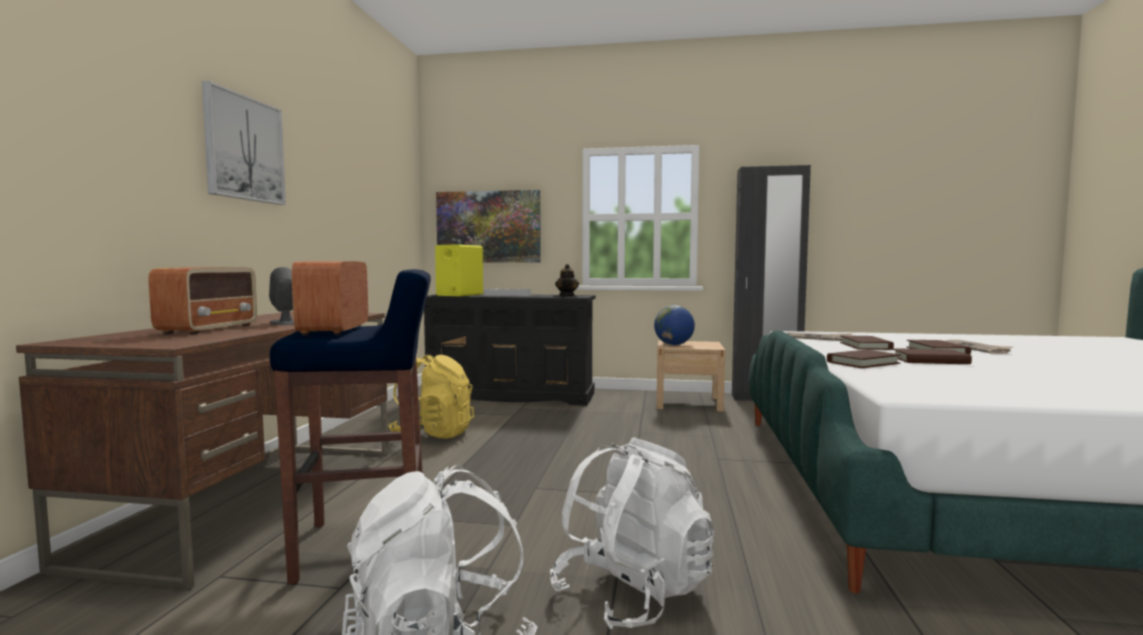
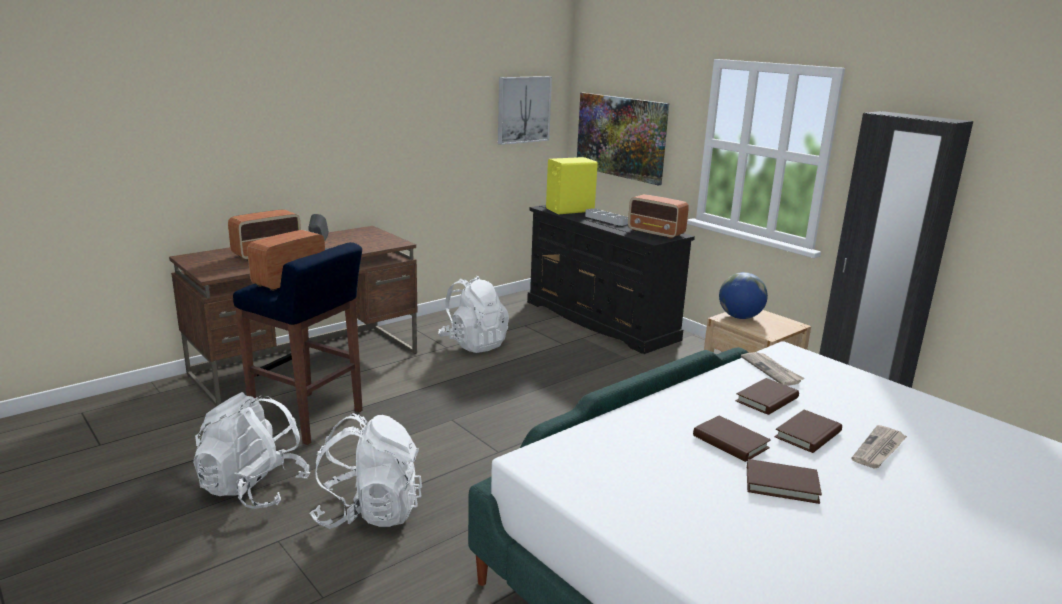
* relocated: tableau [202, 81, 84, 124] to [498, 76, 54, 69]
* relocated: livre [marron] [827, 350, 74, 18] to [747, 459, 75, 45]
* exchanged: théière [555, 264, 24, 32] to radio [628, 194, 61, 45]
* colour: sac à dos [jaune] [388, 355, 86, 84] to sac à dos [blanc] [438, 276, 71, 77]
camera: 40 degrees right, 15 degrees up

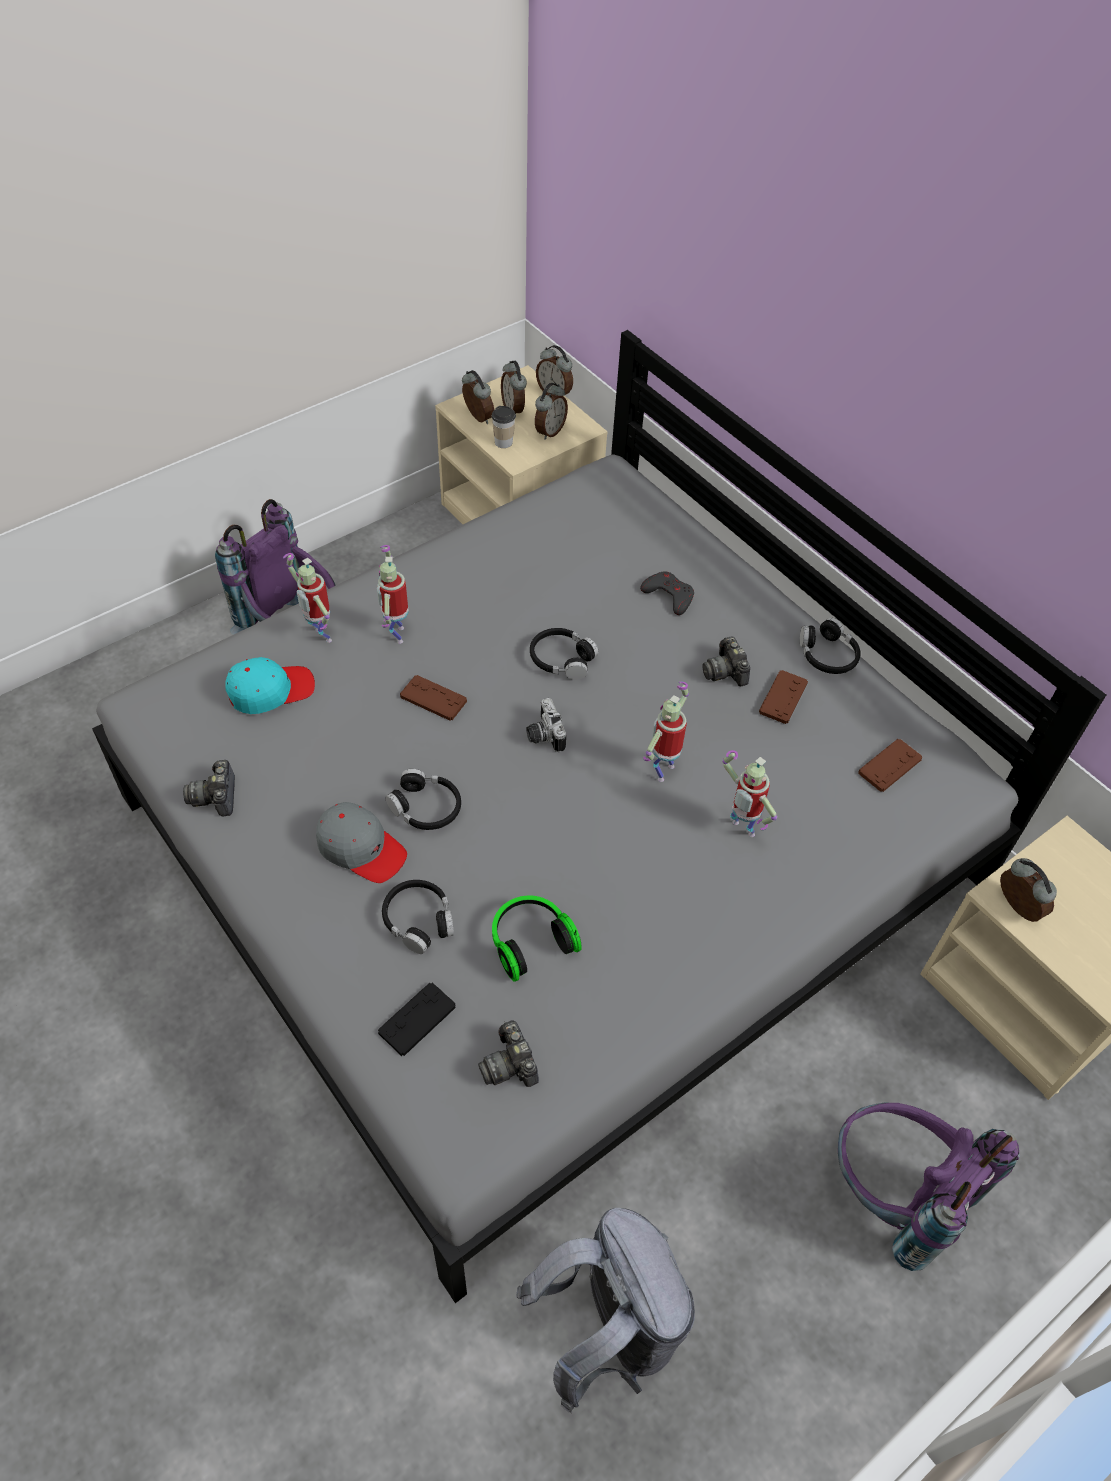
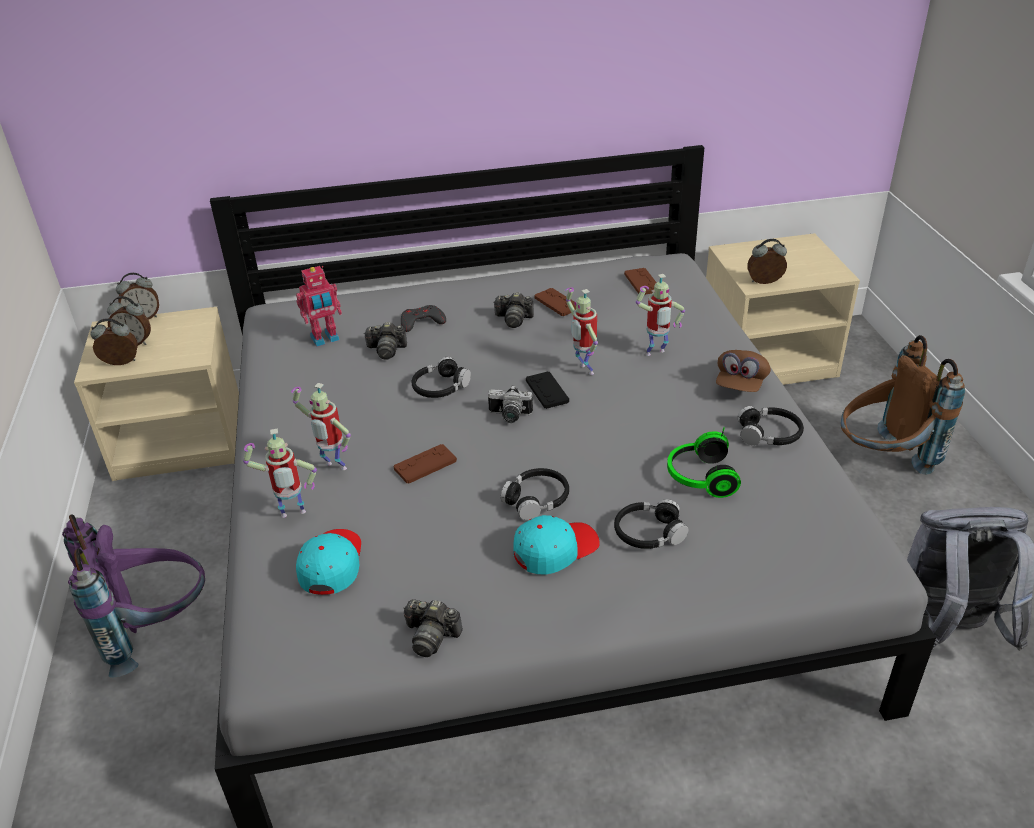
* missing: tasse [492, 406, 24, 42]
* missing: réveil [535, 383, 33, 57]
* appeared: robot jouet [296, 266, 46, 81]
* appeared: casquette [marron] [716, 350, 55, 42]
* relocated: manette [noir] [378, 982, 77, 74] to [526, 372, 43, 37]
* relocated: appareil photo [478, 1020, 61, 67] to [364, 322, 43, 38]
* relocated: casque audio [noir] [800, 618, 61, 56] to [737, 406, 67, 39]
* colour: casquette [gris] [316, 802, 91, 81] to casquette [turquoise] [513, 515, 87, 59]
* colour: sac à dos [violet] [838, 1103, 182, 168] to sac à dos [marron] [841, 335, 124, 140]
camera: 60 degrees left, 15 degrees down

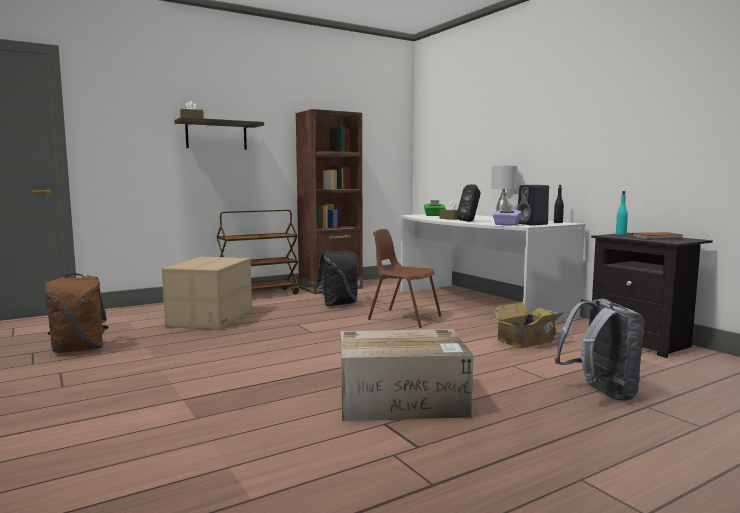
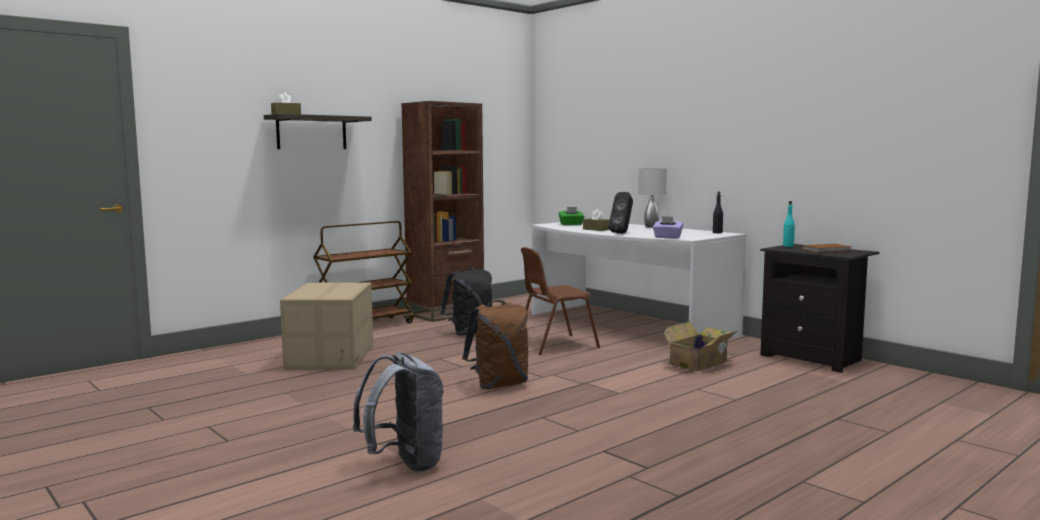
* missing: carton [341, 329, 132, 92]
* missing: enceinte [noir] [517, 185, 32, 40]
* relocated: sac à dos [marron] [45, 274, 64, 79] to [462, 300, 66, 89]
* relocated: sac à dos [gris] [555, 299, 90, 102] to [353, 352, 91, 120]
* spun: chaise [marron] [368, 229, 73, 99] = [521, 247, 79, 108] 45 degrees counterclockwise
camera: 10 degrees left, 0 degrees up

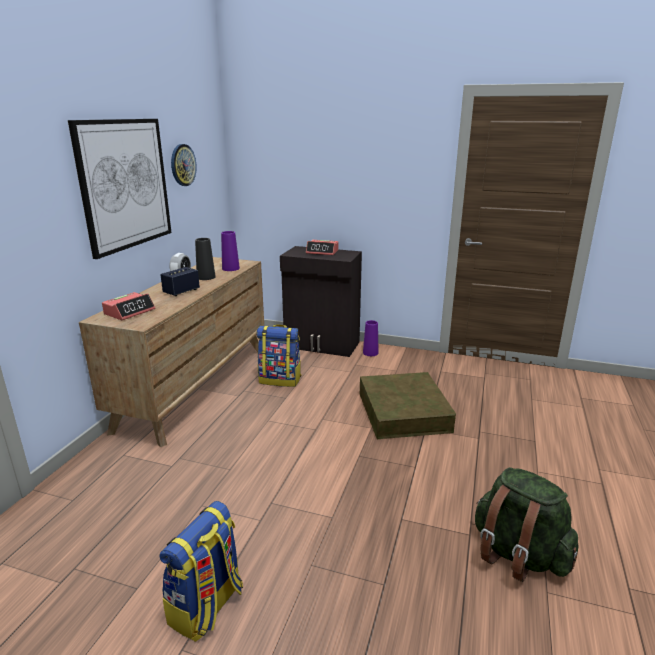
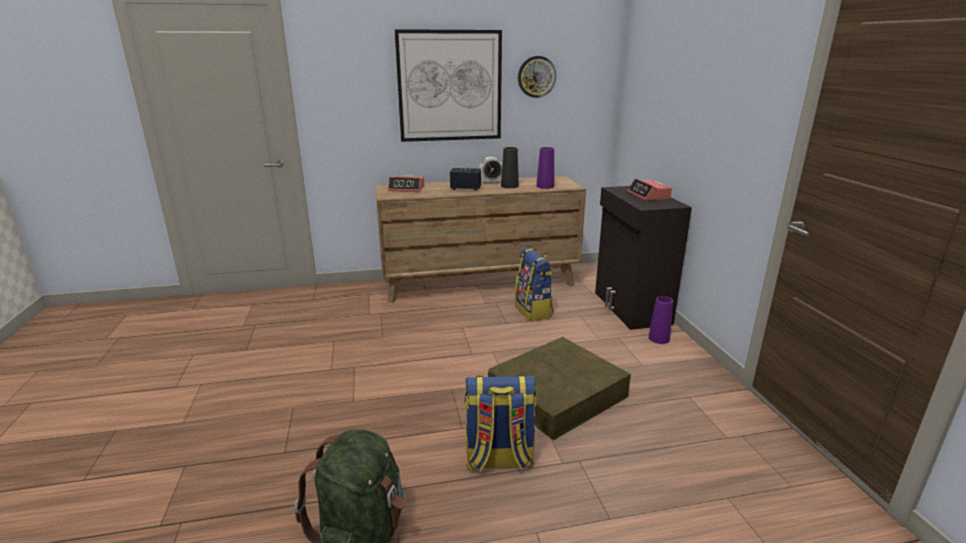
* relocated: sac à dos [159, 501, 84, 141] to [464, 375, 73, 96]
camera: 60 degrees right, 0 degrees up

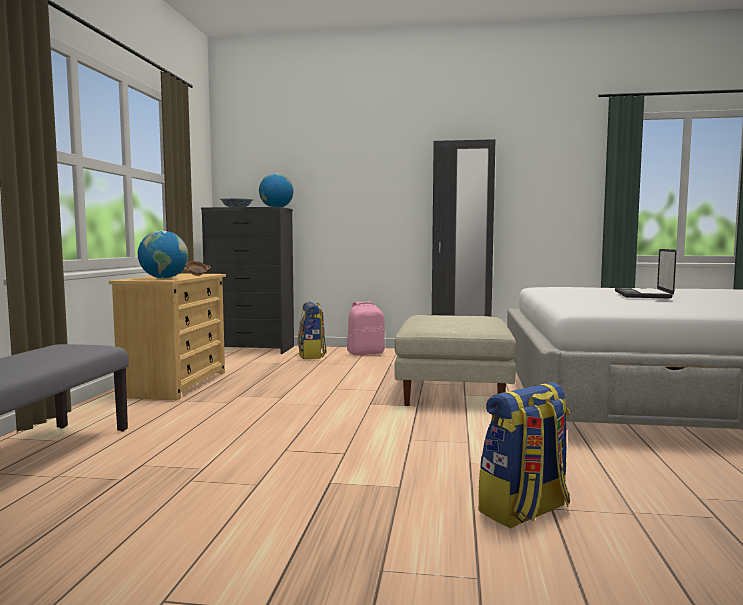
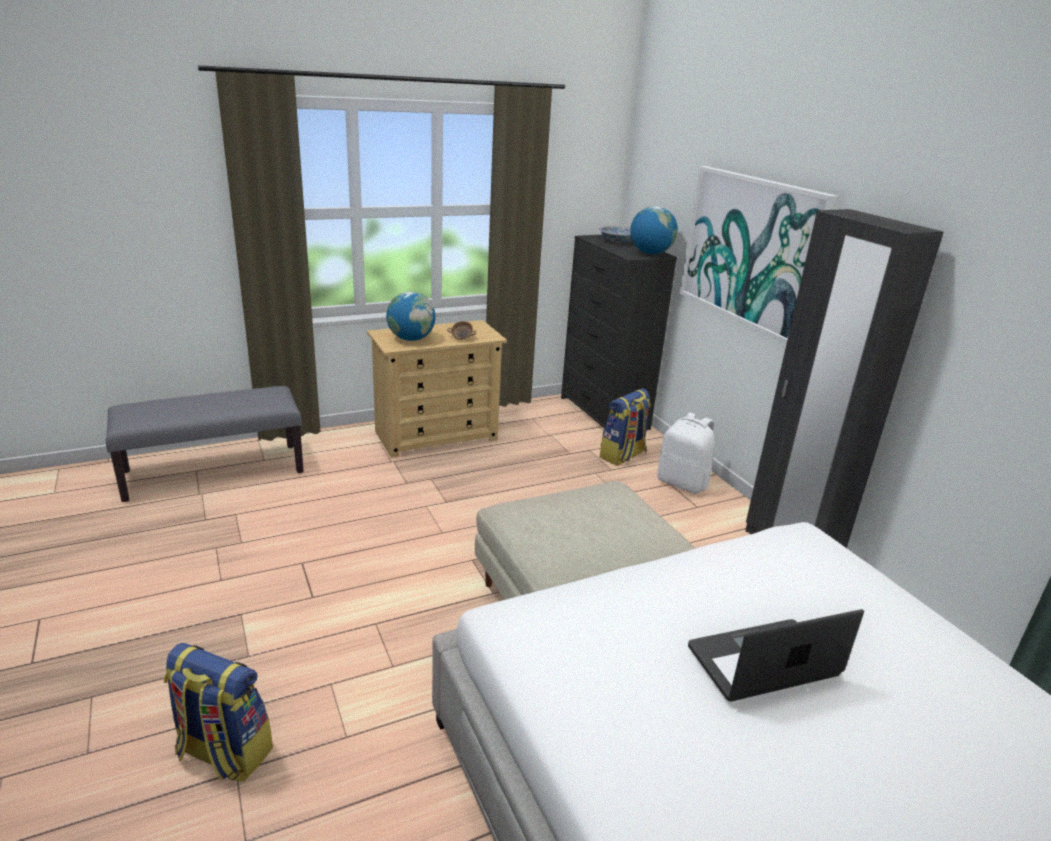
* appeared: tableau [680, 166, 159, 178]
* colour: sac à dos [rose] [347, 301, 38, 54] to sac à dos [blanc] [657, 412, 57, 82]
camera: 55 degrees right, 20 degrees up

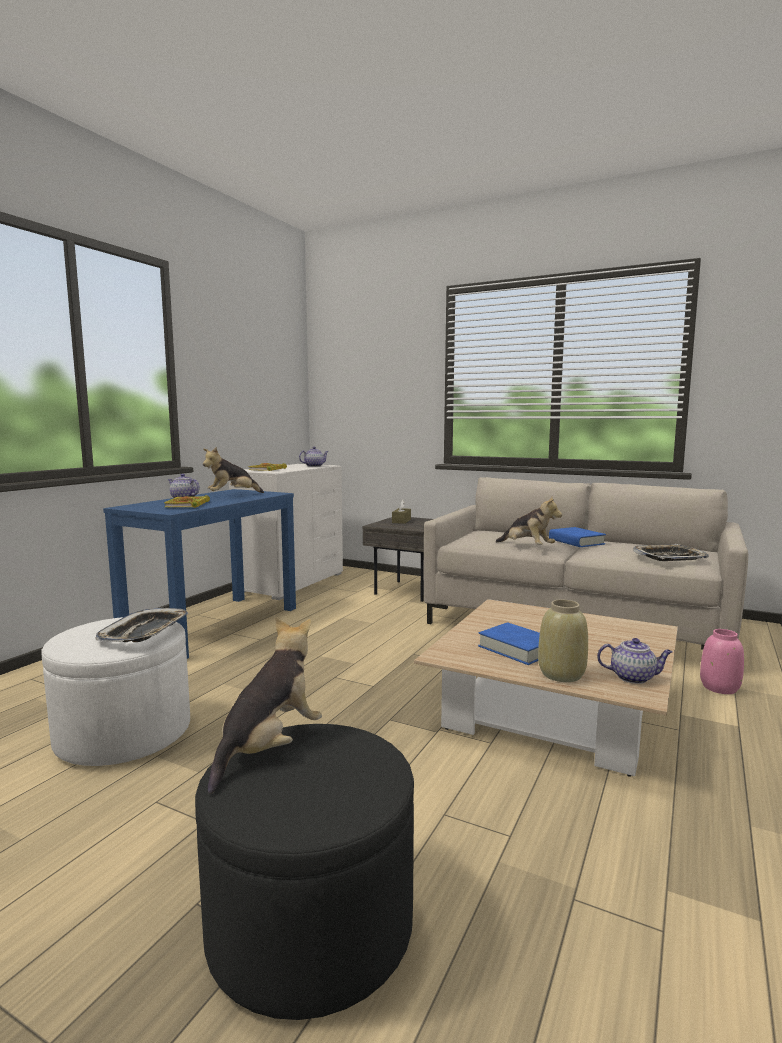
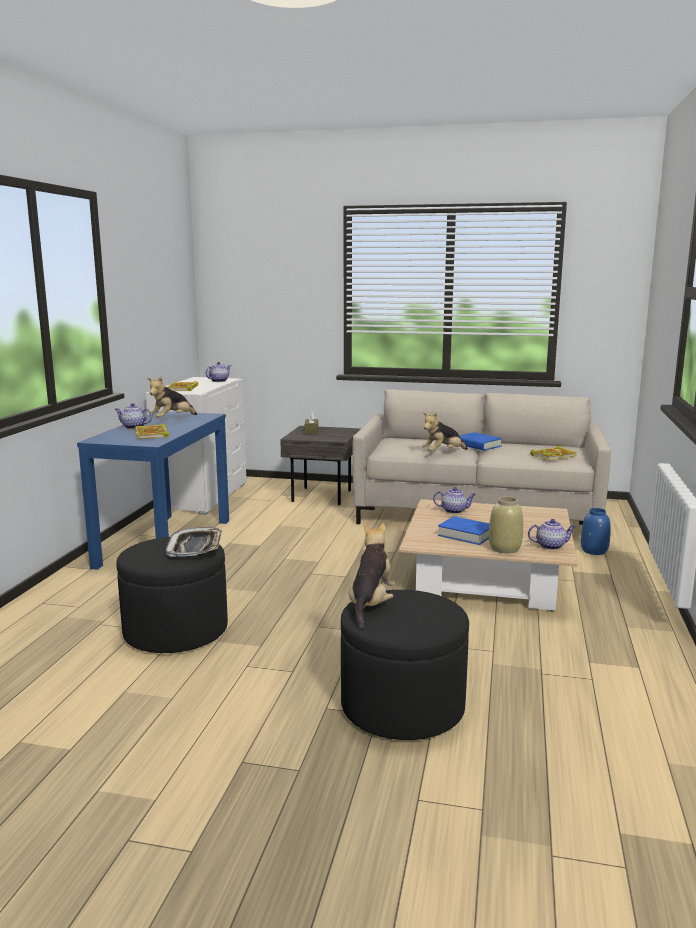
* appeared: théière [433, 487, 43, 27]
* exchanged: plateau [633, 544, 76, 17] to livre [530, 446, 47, 14]
* colour: pouf [blanc] [41, 617, 149, 149] to pouf [noir] [116, 537, 112, 116]
* colour: vase [rose] [700, 629, 44, 65] to vase [bleu] [581, 508, 30, 47]
* spun: peluche [496, 497, 66, 48] = [422, 412, 46, 39] 120 degrees clockwise
camera: 15 degrees left, 5 degrees up

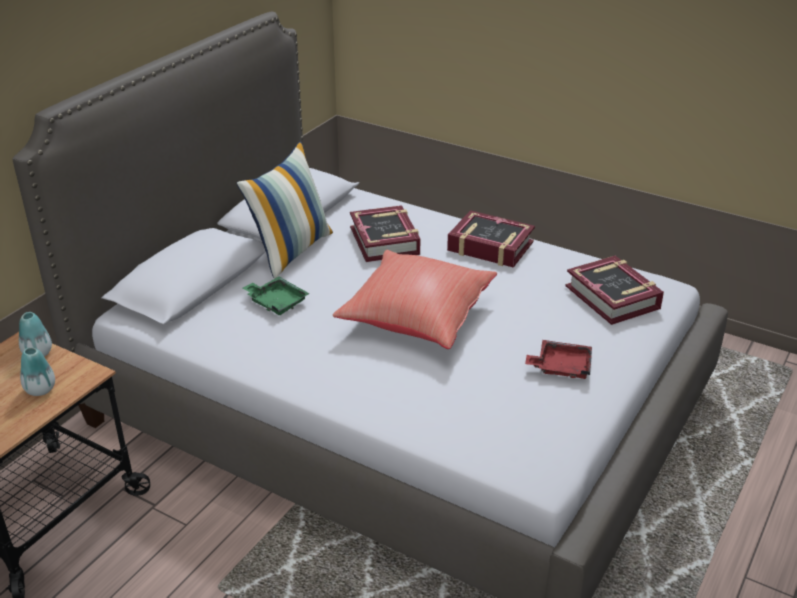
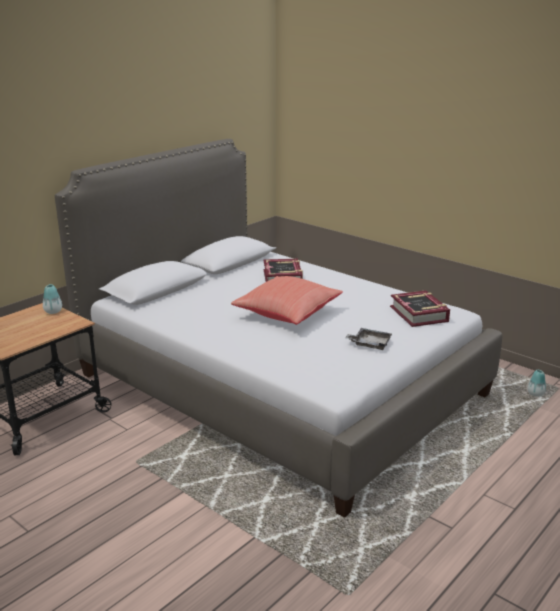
* missing: coussin [237, 142, 96, 137]
* missing: plateau [vert] [242, 276, 67, 39]
* missing: livre [447, 210, 88, 58]
* relocated: vase [20, 347, 35, 49] to [528, 370, 18, 27]
* colour: plateau [rouge] [525, 340, 67, 39] to plateau [gris] [345, 328, 47, 22]
camera: 10 degrees right, 10 degrees down

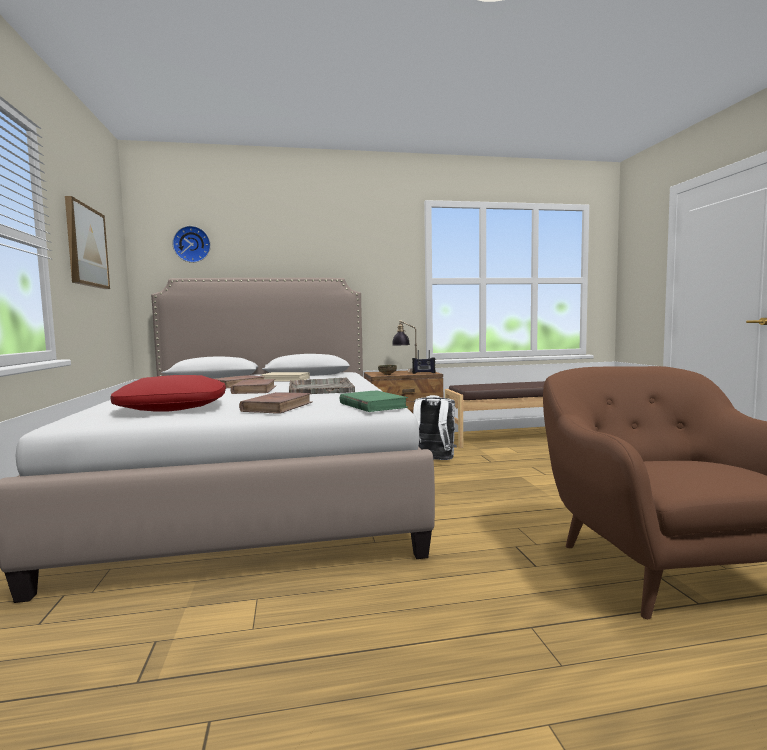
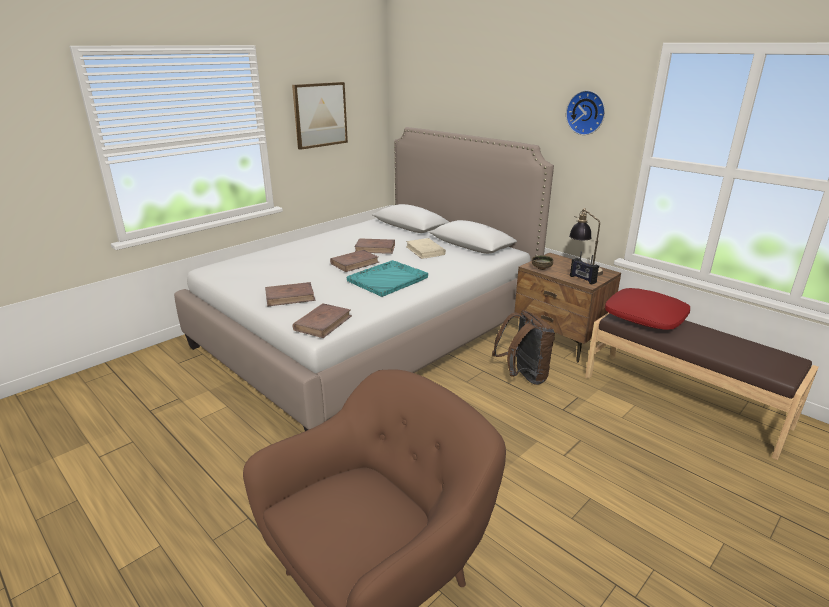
* relocated: coussin [rouge] [111, 375, 115, 37] to [605, 288, 85, 42]
* relocated: horloge murale [172, 226, 39, 37] to [566, 90, 39, 45]
* colour: plateau [gris] [289, 378, 66, 16] to plateau [turquoise] [347, 260, 81, 37]
* colour: livre [vert] [339, 391, 69, 21] to livre [marron] [293, 303, 59, 35]
* colour: sac à dos [blanc] [413, 395, 44, 65] to sac à dos [marron] [492, 310, 63, 75]
camera: 55 degrees right, 20 degrees up

